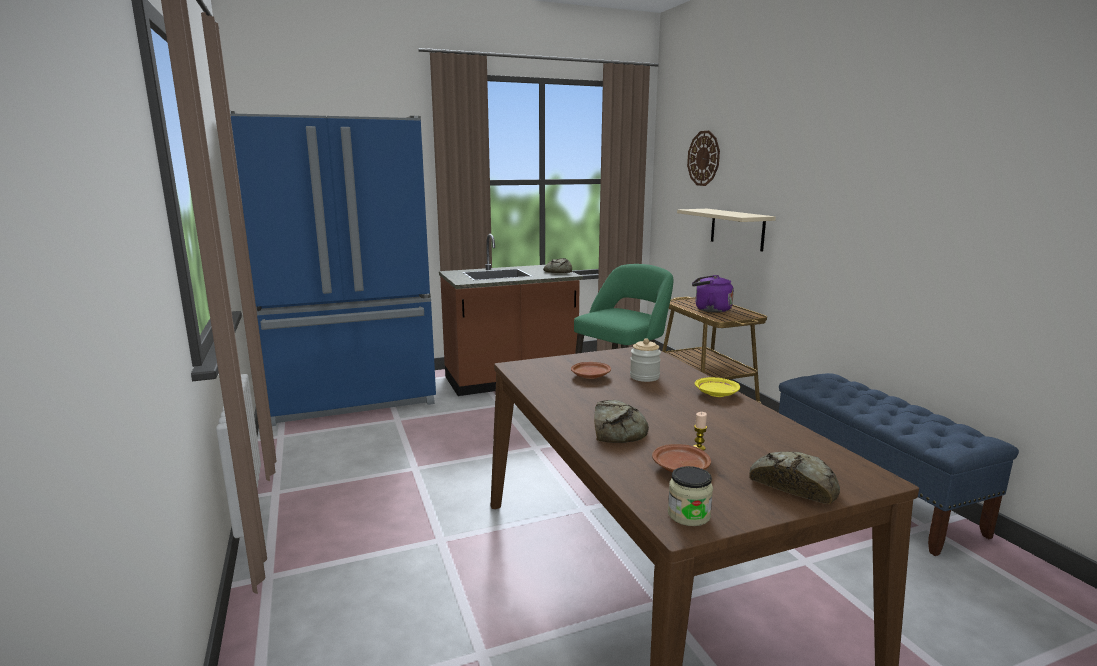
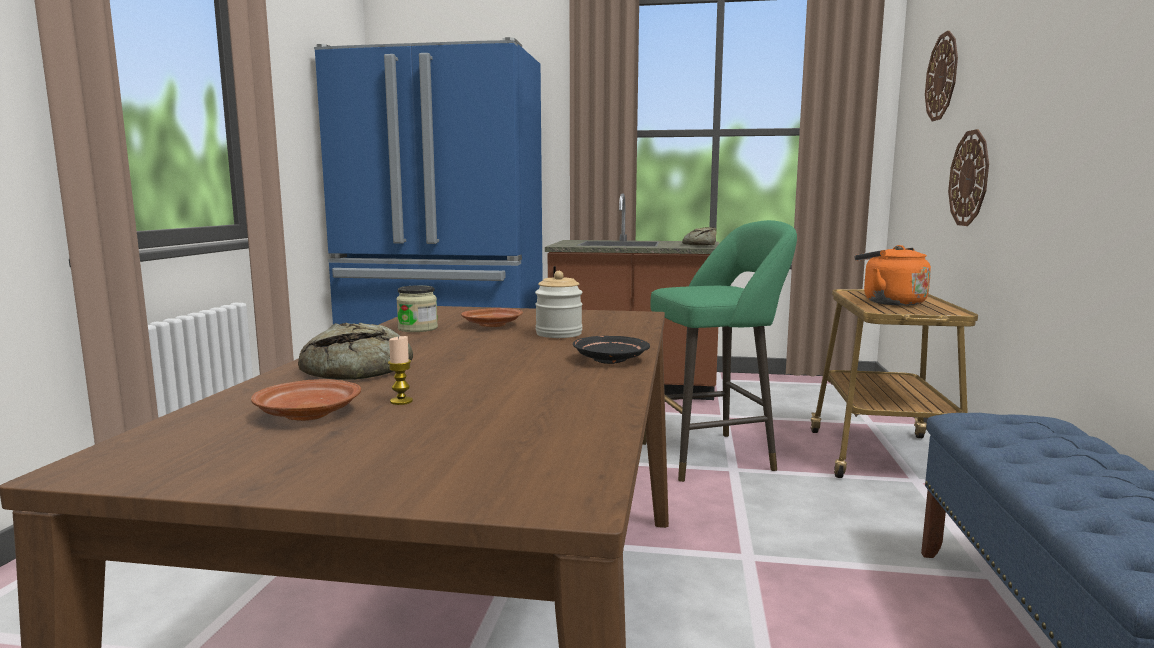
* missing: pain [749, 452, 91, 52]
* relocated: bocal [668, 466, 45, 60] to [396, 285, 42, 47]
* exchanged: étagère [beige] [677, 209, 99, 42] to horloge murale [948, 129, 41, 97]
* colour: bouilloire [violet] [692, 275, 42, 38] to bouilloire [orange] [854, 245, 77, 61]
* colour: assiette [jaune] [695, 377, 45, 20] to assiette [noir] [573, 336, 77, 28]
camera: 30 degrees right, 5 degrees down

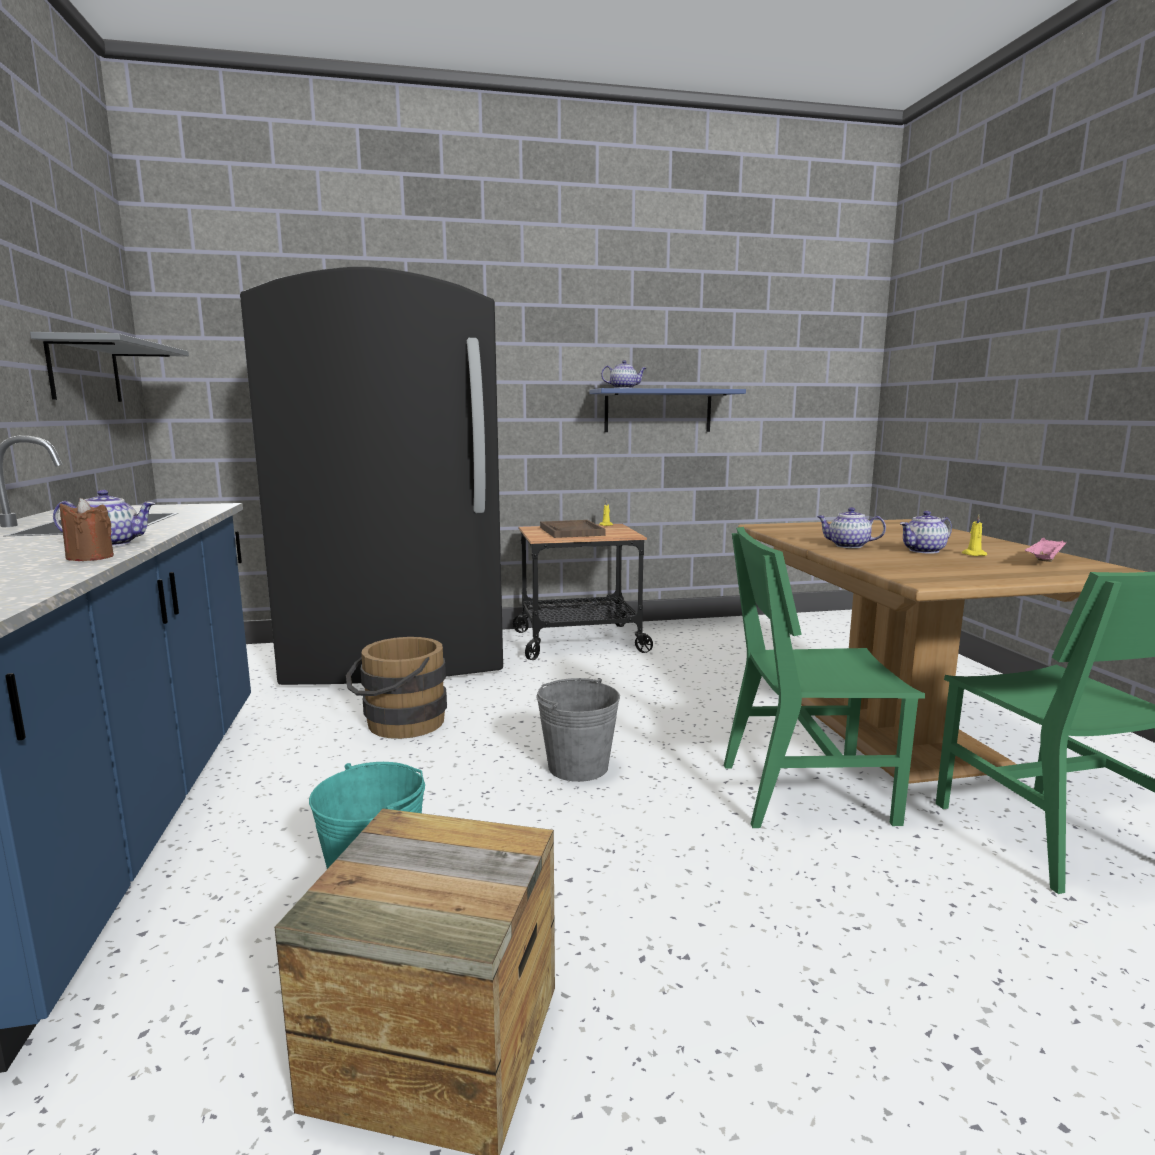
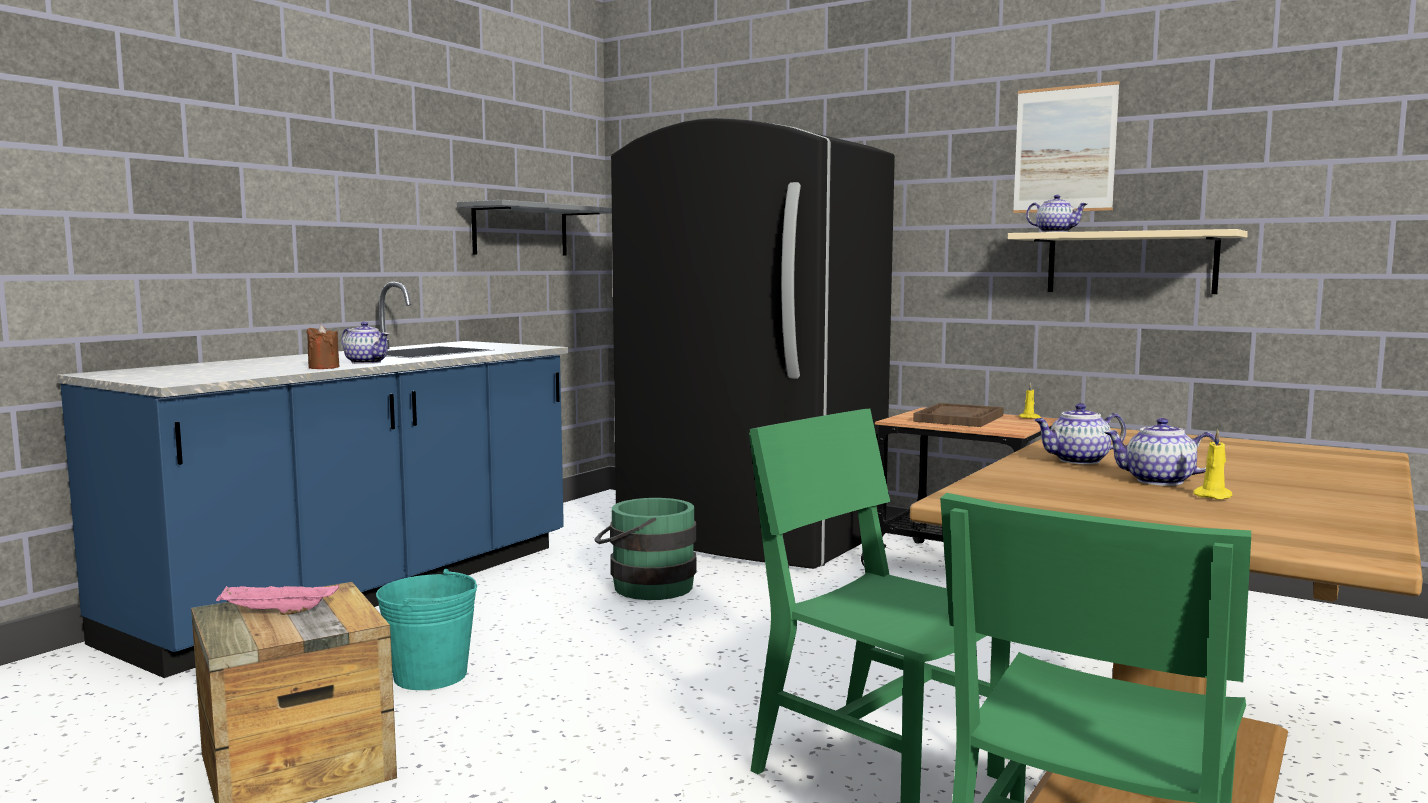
* missing: seau [gris] [536, 678, 84, 104]
* appeared: tableau [1013, 81, 106, 132]
* relocated: plateau [rose] [1025, 538, 41, 24] to [216, 583, 123, 32]
* colour: seau [marron] [346, 637, 101, 102] to seau [vert] [594, 498, 102, 102]
* colour: étagère [bleu] [589, 388, 157, 44] to étagère [beige] [1008, 229, 240, 65]
* spun: théière [817, 507, 69, 41] = [1035, 403, 91, 61] 75 degrees counterclockwise
camera: 45 degrees right, 5 degrees down

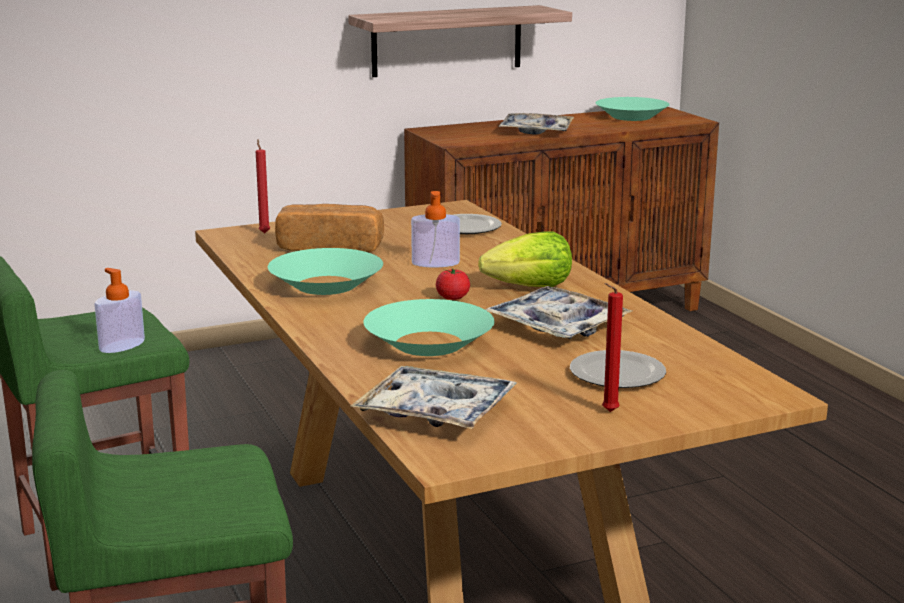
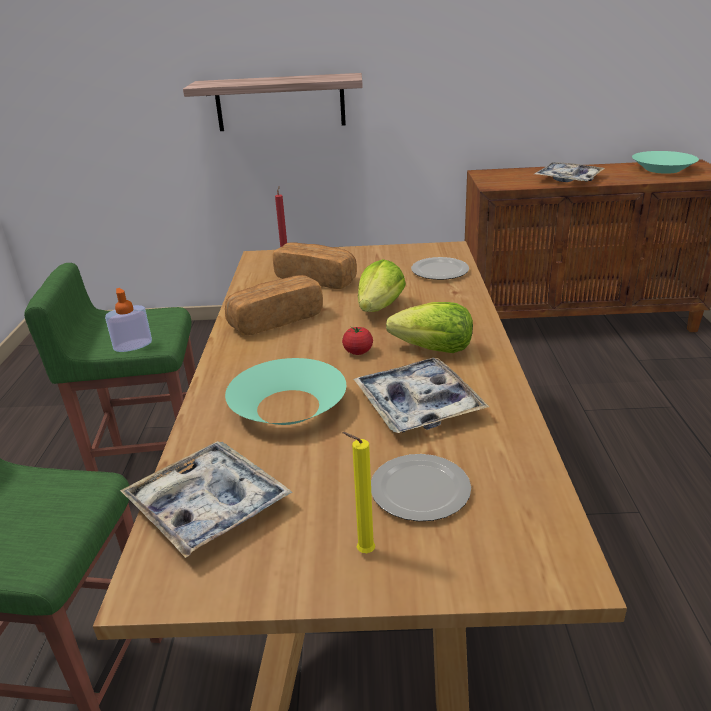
* relocated: étagère [348, 5, 224, 72] to [183, 73, 180, 58]
* exchanged: bol [turquoise] [268, 248, 115, 47] to pain [225, 275, 98, 61]
* exchanged: distributeur de savon [411, 191, 49, 77] to laitue [358, 259, 48, 53]
* colour: bougie [rouge] [602, 283, 21, 129] to bougie [jaune] [342, 432, 33, 121]
camera: 25 degrees right, 10 degrees up

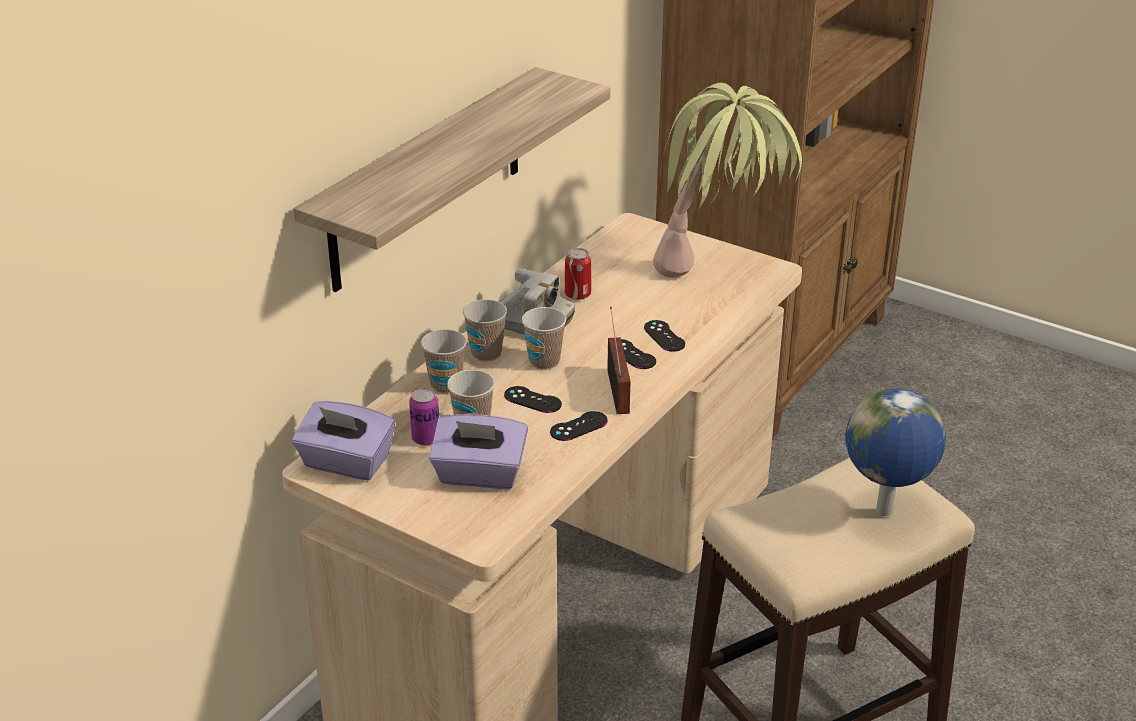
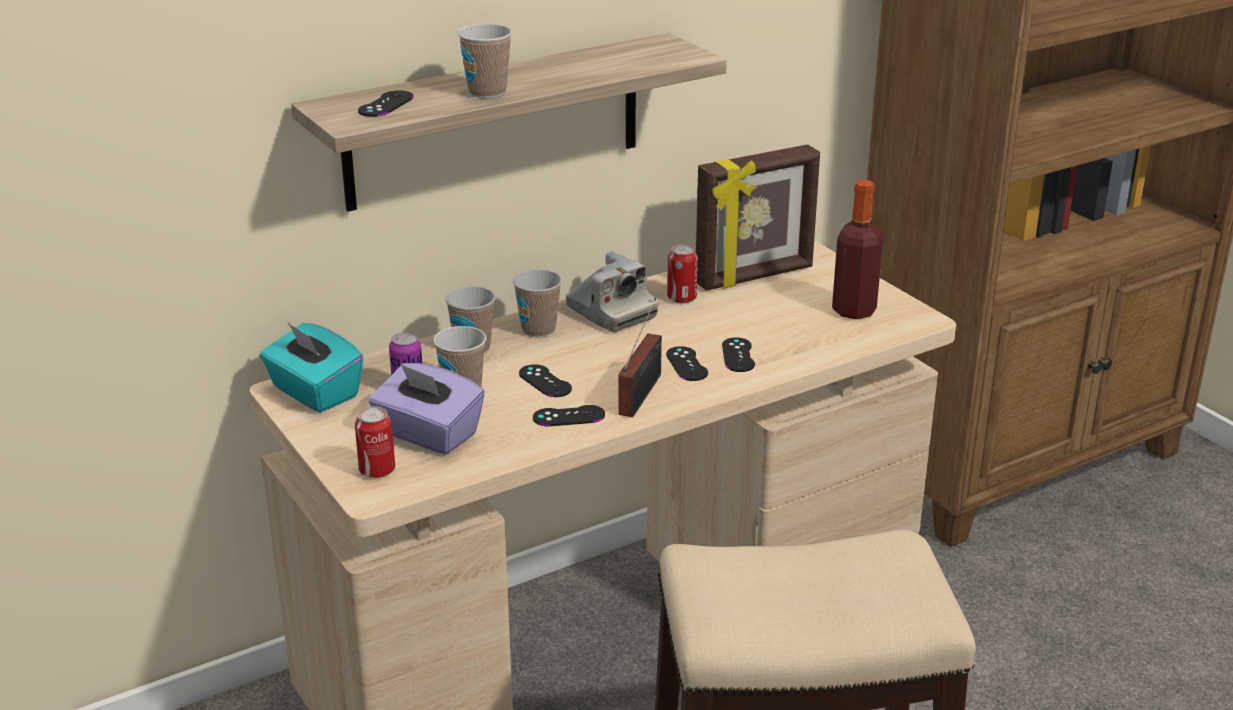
* missing: globe [845, 388, 101, 128]
* appeared: boîte métallique [355, 406, 40, 72]
* appeared: manette [noir] [358, 90, 56, 27]
* appeared: cadre photo [696, 144, 124, 147]
* relocated: tasse [522, 307, 44, 63] to [458, 24, 54, 74]
* exchanged: plante en pot [653, 83, 149, 194] to bouteille [832, 180, 51, 139]
* colour: boîte à mouchoirs [violet] [292, 401, 103, 79] to boîte à mouchoirs [turquoise] [260, 323, 103, 90]
camera: 25 degrees right, 5 degrees down

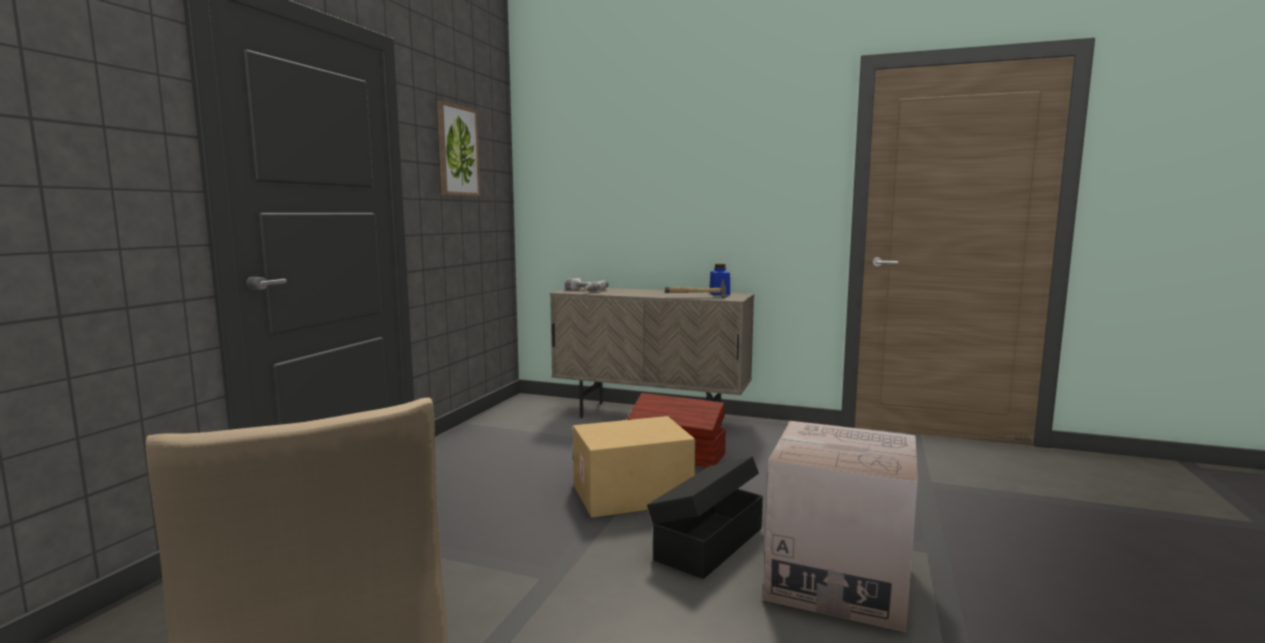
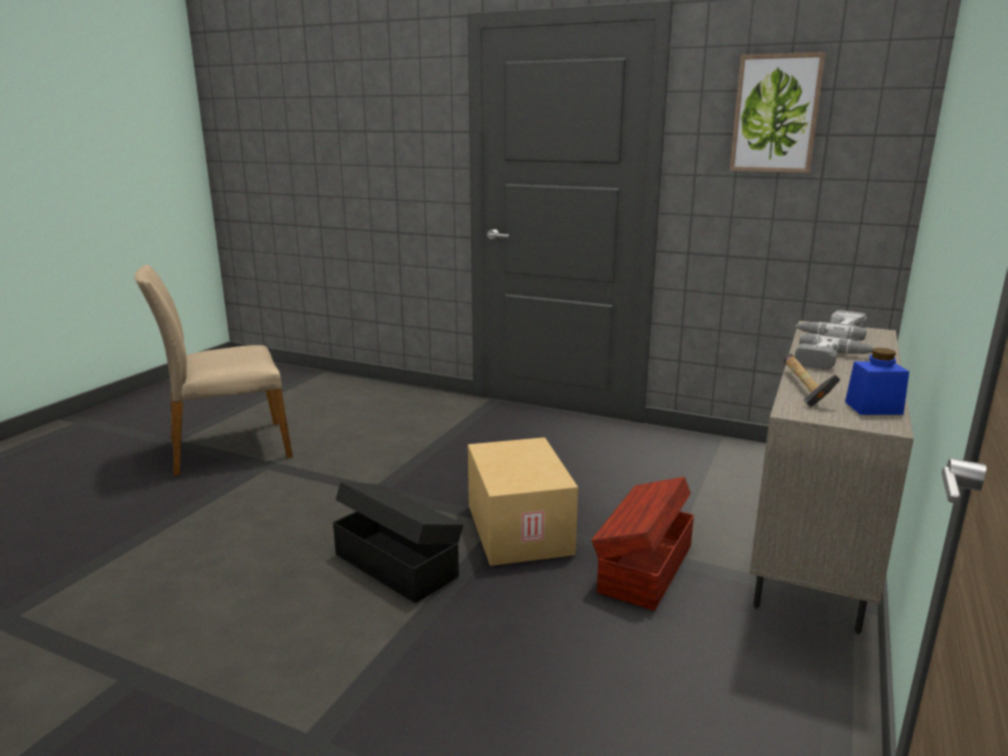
* missing: carton [763, 421, 155, 211]
* appeared: perceuse [795, 334, 79, 36]
camera: 95 degrees right, 10 degrees up

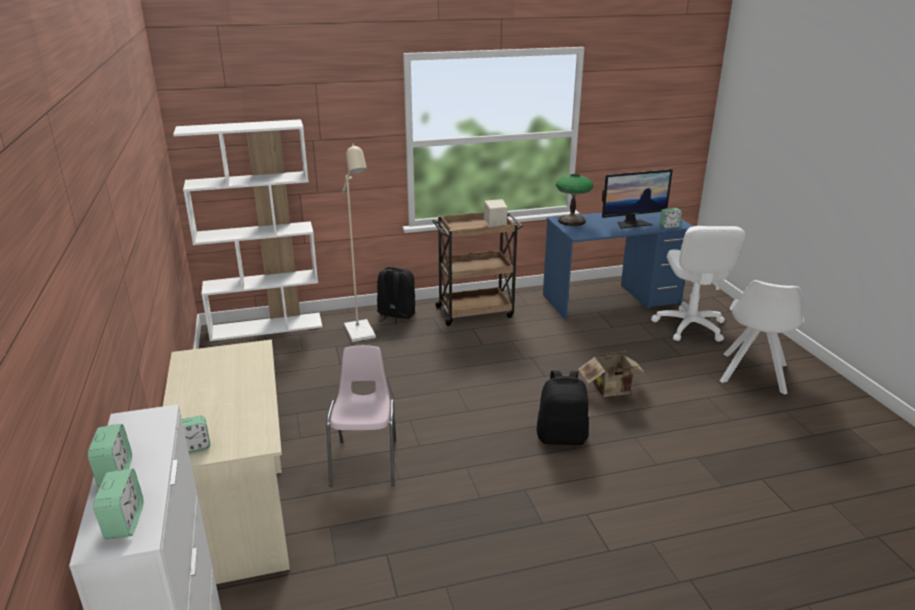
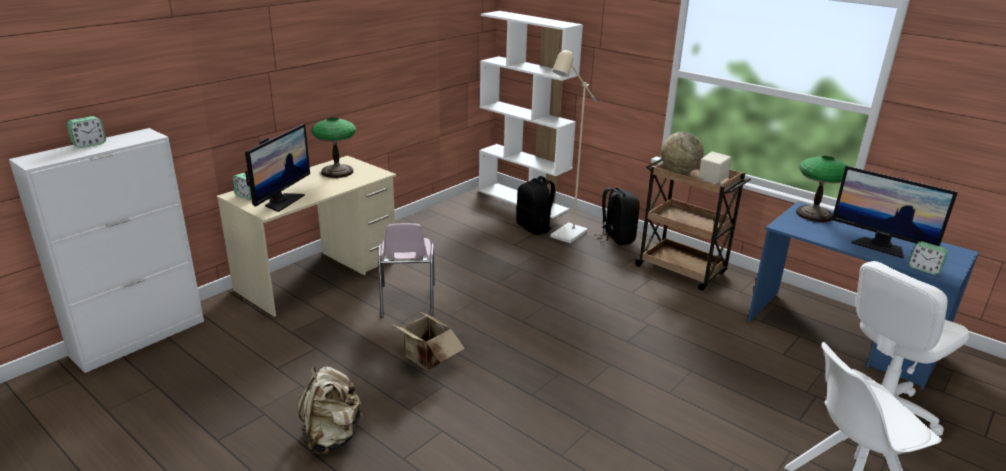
* missing: réveil [93, 469, 50, 70]
* appeared: écran d'ordinateur [245, 124, 65, 88]
* appeared: sac à dos [beige] [297, 367, 66, 88]
* appeared: lampe de table [311, 117, 45, 61]
* appeared: globe [661, 132, 43, 42]
* relocated: sac à dos [noir] [537, 370, 52, 75] to [516, 176, 41, 59]
* relocated: carton [579, 351, 69, 46] to [392, 311, 73, 60]
* spun: chaise [rose] [326, 345, 70, 142] = [378, 223, 57, 95] 120 degrees clockwise
camera: 55 degrees right, 0 degrees up

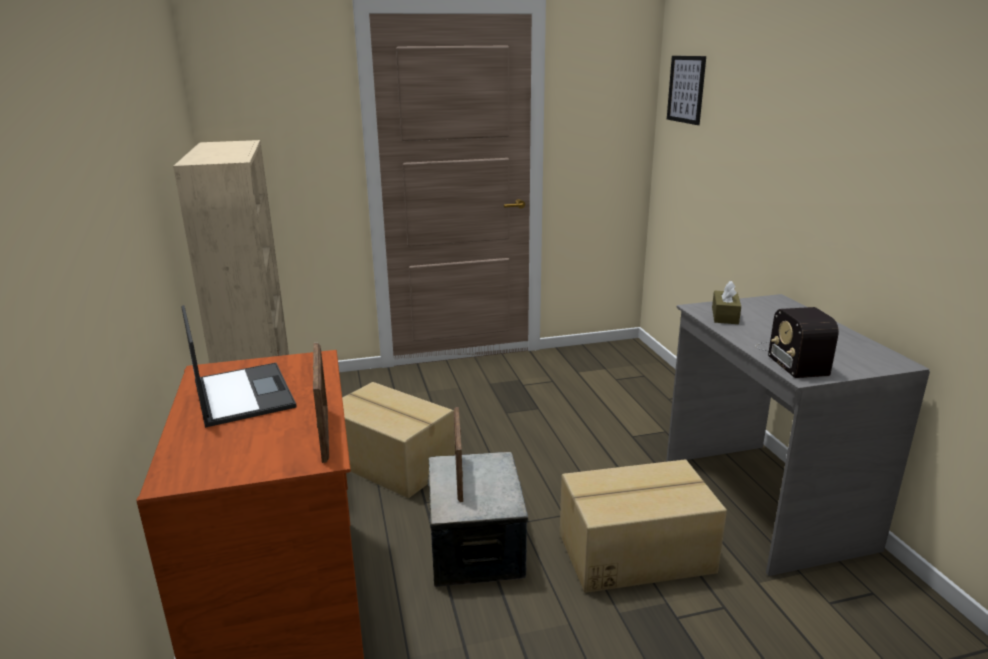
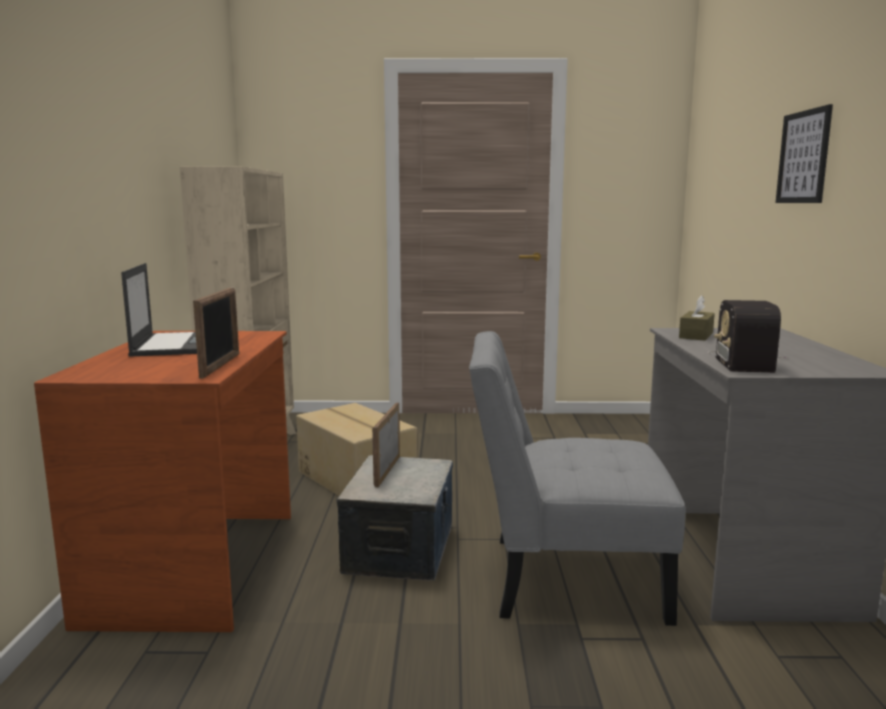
* relocated: tableau [667, 56, 39, 69] to [776, 104, 57, 99]
* exchanged: carton [560, 459, 167, 134] to chaise [gris] [469, 331, 217, 295]
camera: 15 degrees right, 10 degrees down

